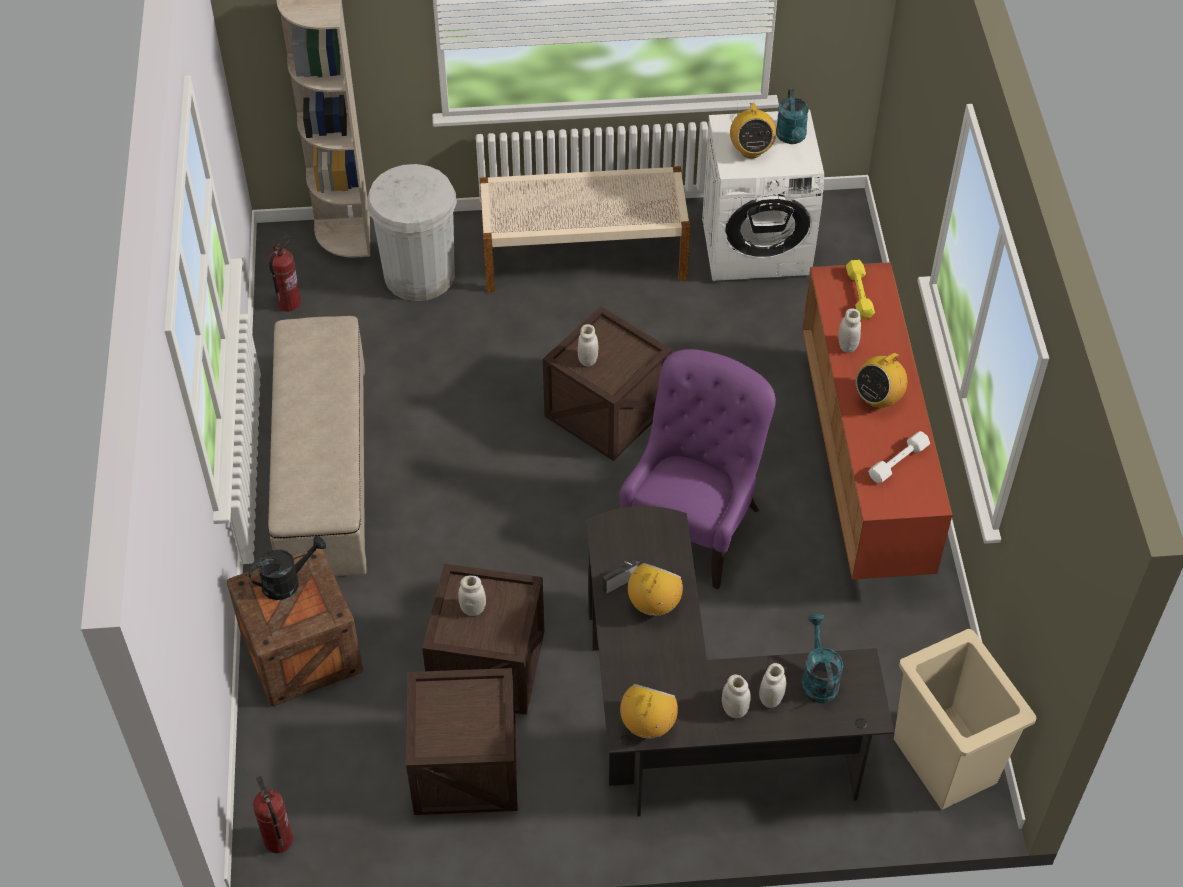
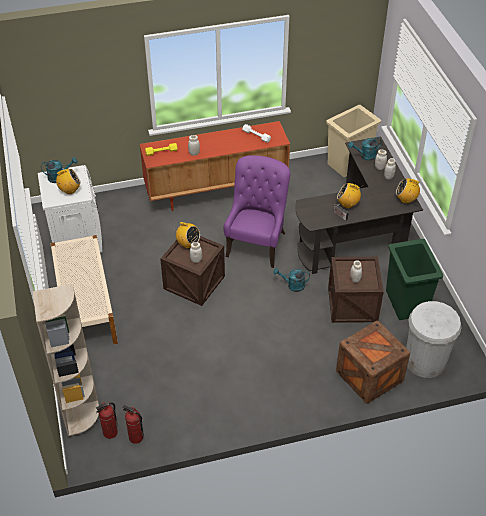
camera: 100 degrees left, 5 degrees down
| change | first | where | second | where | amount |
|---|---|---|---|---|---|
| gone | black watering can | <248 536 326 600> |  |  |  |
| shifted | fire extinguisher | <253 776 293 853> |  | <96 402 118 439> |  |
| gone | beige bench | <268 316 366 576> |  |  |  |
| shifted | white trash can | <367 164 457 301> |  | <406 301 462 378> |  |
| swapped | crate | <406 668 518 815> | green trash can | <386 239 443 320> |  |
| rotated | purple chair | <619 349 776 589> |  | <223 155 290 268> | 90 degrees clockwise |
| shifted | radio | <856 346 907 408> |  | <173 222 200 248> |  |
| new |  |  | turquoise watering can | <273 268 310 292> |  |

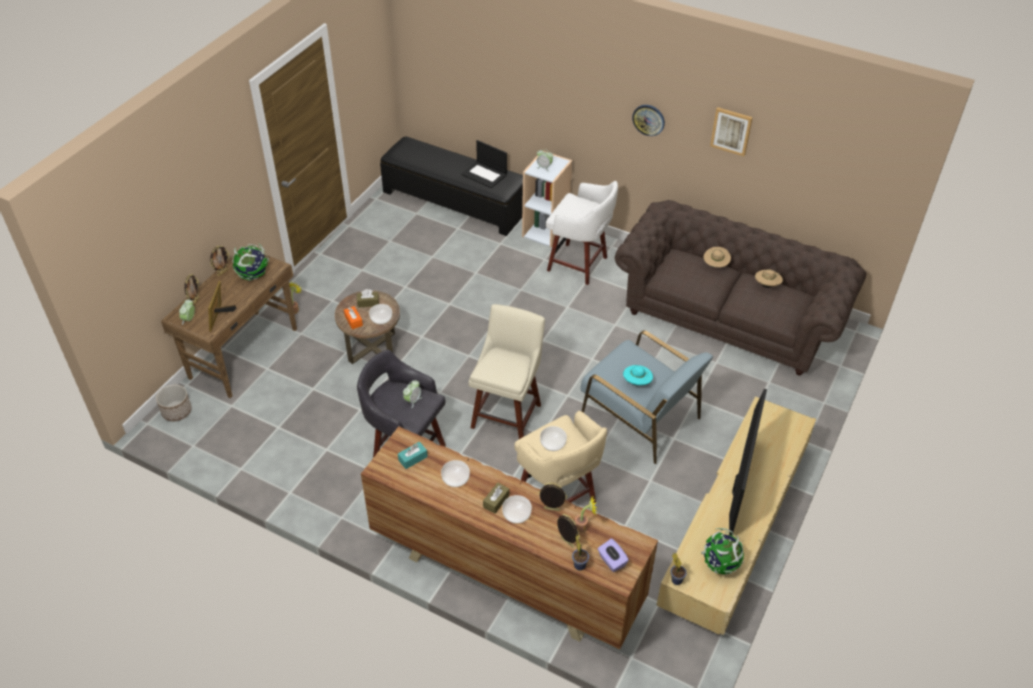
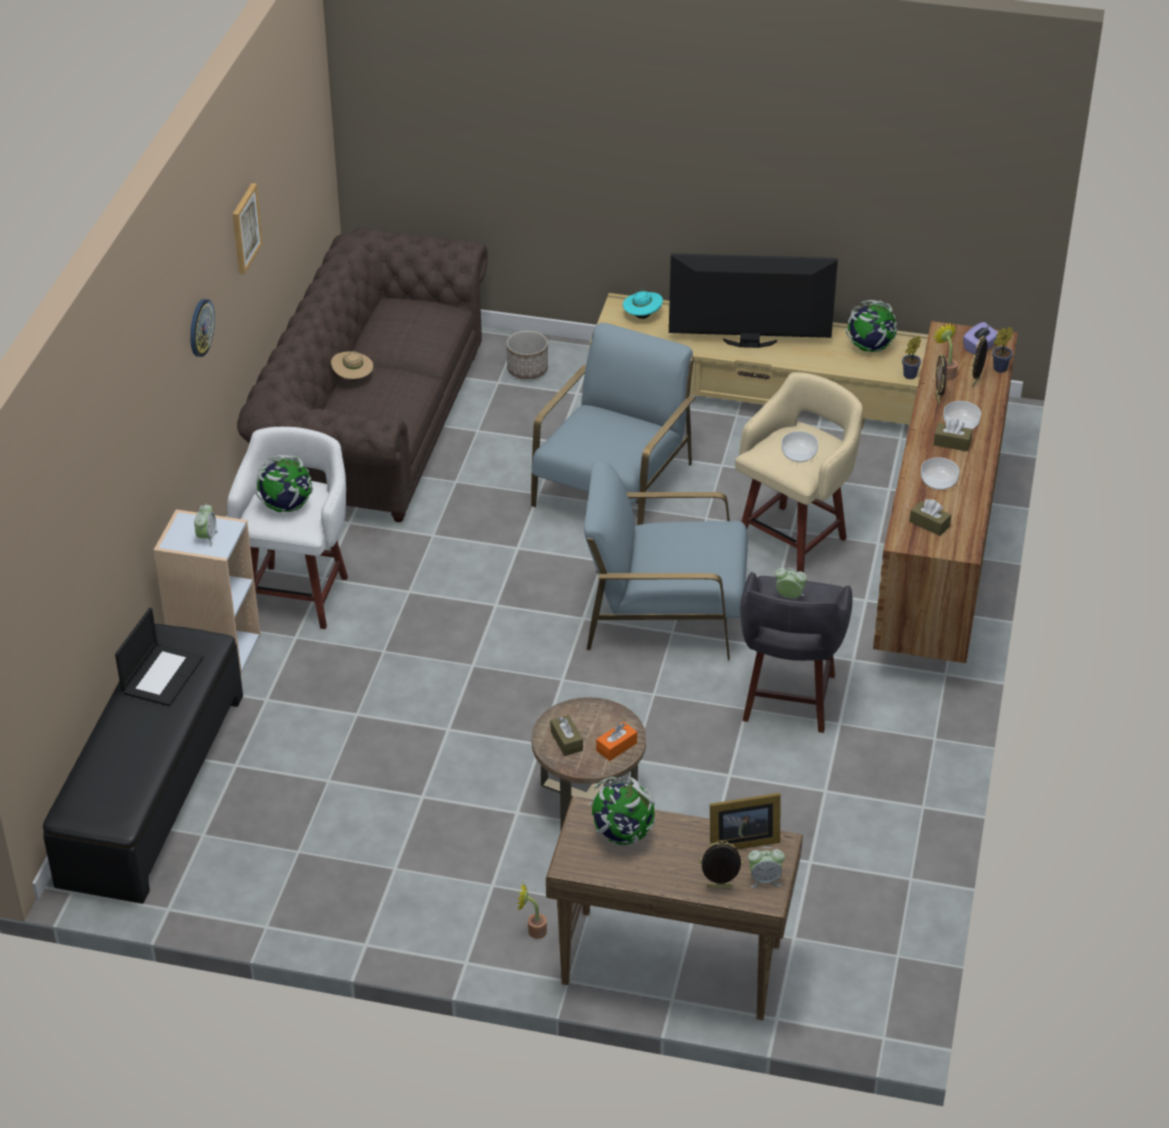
camera: 105 degrees left, 5 degrees down
| change | first | where | second | where | amount |
|---|---|---|---|---|---|
| shifted | planter | <156 384 192 421> |  | <506 331 548 379> |  |
| gone | picture frame | <210 245 229 276> |  |  |  |
| gone | bowl | <369 304 392 324> |  |  |  |
| repainted | turquoise tissue box | <398 442 428 469> | brown tissue box | <909 499 951 536> |  |
| swapped | beige stool | <469 304 545 439> | blue armchair | <584 460 748 660> |  |
| shifted | turquoise hat | <623 365 653 385> |  | <623 287 663 319> |  |
| gone | beige hat | <755 269 783 288> |  |  |  |
| new |  |  | globe | <254 454 313 512> |  |

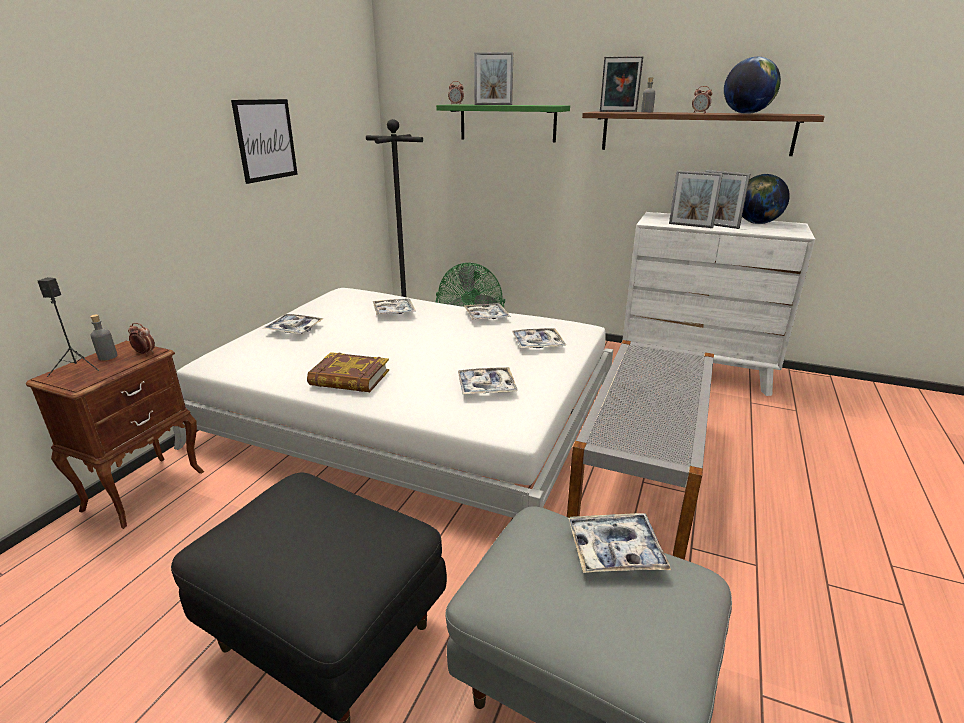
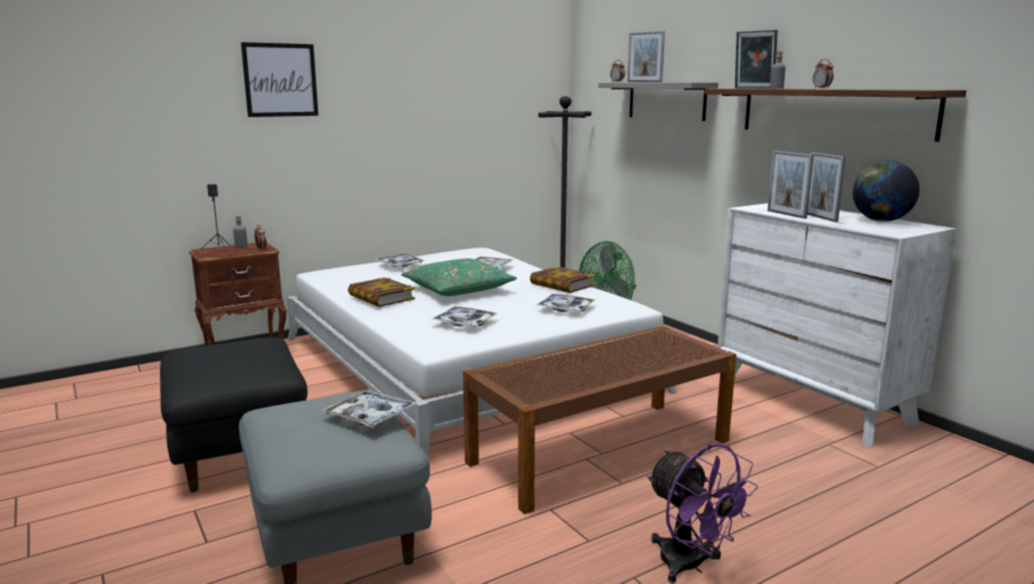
camera: 35 degrees right, 10 degrees down
| change | first | where | second | where | amount |
|---|---|---|---|---|---|
| shifted | picture | <231 99 298 184> |  | <241 42 318 117> |  |
| repainted | green shelf | <436 104 570 142> | grey shelf | <598 82 718 121> |  |
| swapped | tray | <464 303 511 320> | book | <530 266 596 293> |  |
| repainted | grey bench | <567 340 714 560> | brown bench | <463 326 736 514> |  |
| gone | globe | <724 57 781 114> |  |  |  |
| new |  |  | green pillow | <401 258 517 296> |  |
| new |  |  | purple fan | <647 444 758 583> |  |

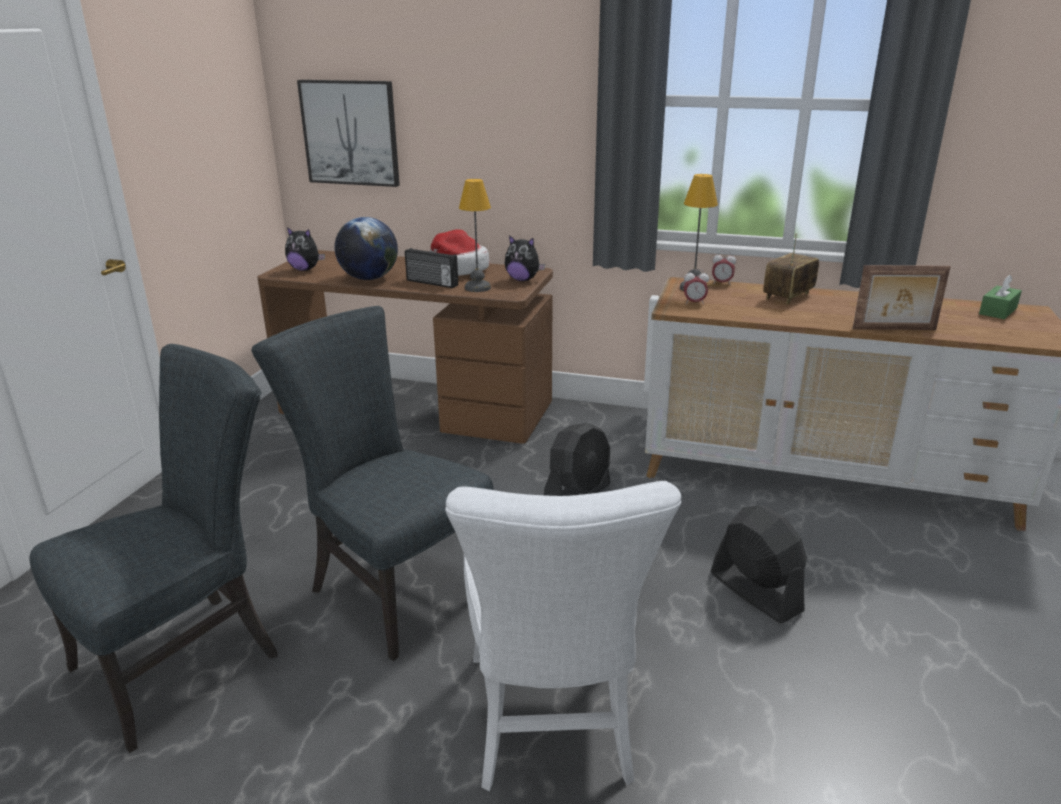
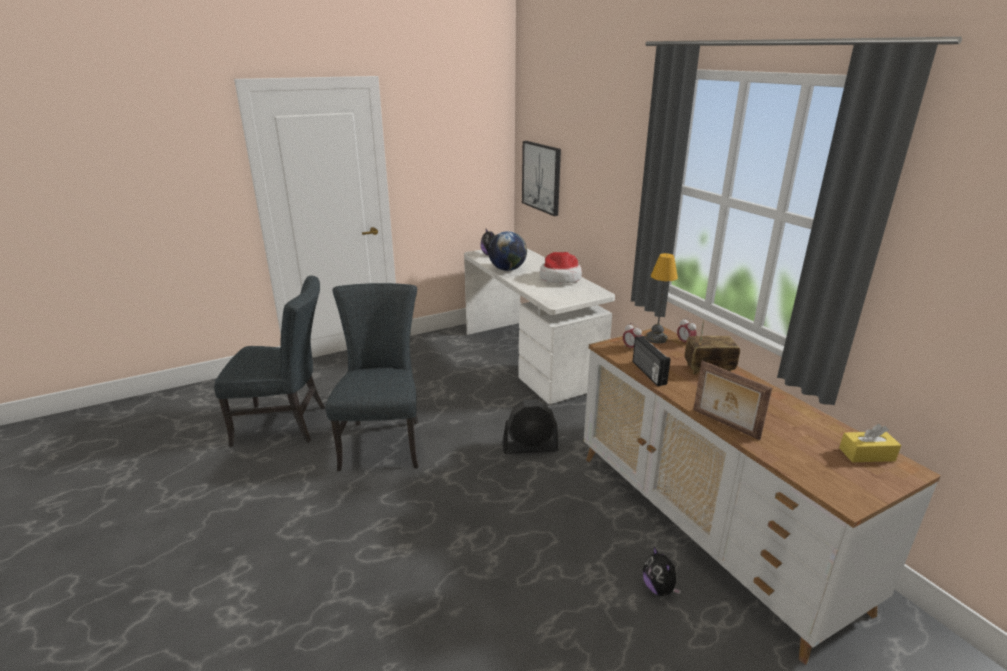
camera: 45 degrees right, 0 degrees up
| change | first | where | second | where | amount |
|---|---|---|---|---|---|
| repainted | brown desk | <257 250 553 444> | white desk | <464 248 615 404> |  |
| shifted | radio | <405 248 458 288> |  | <633 336 670 386> |  |
| gone | white chair | <445 481 682 791> |  |  |  |
| gone | table lamp | <459 179 491 292> |  |  |  |
| shifted | plush toy | <505 235 545 281> |  | <643 547 681 596> |  |
| gone | black fan | <711 506 807 623> |  |  |  |
| repainted | green tissue box | <979 275 1022 319> | yellow tissue box | <839 424 901 462> |  |

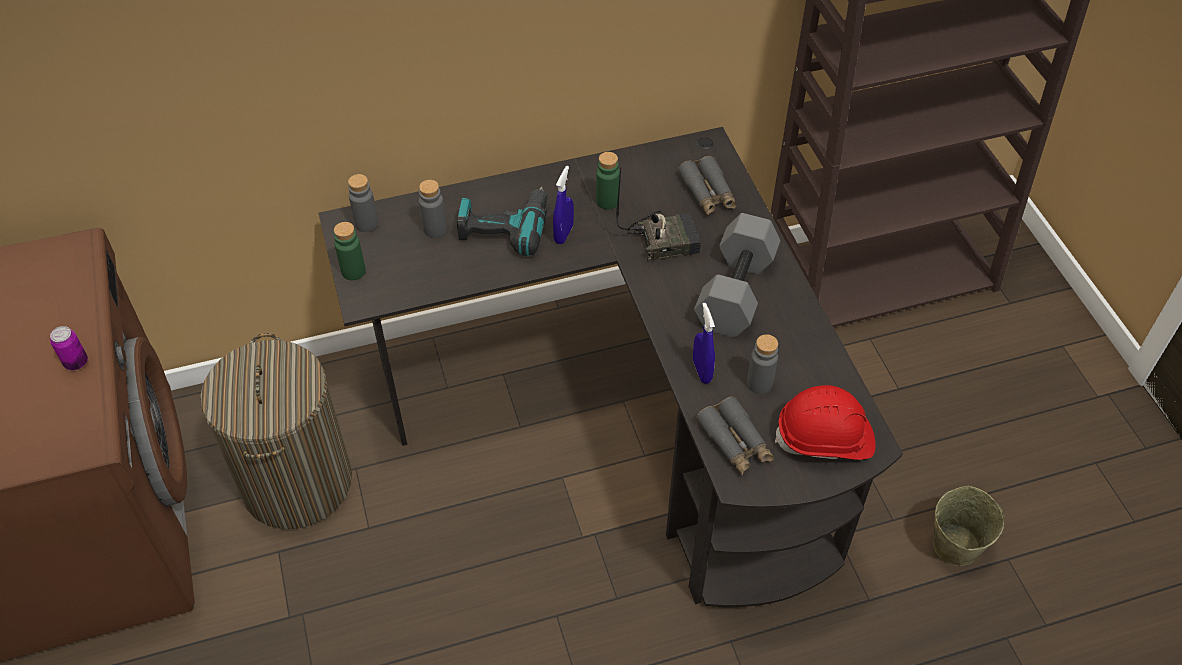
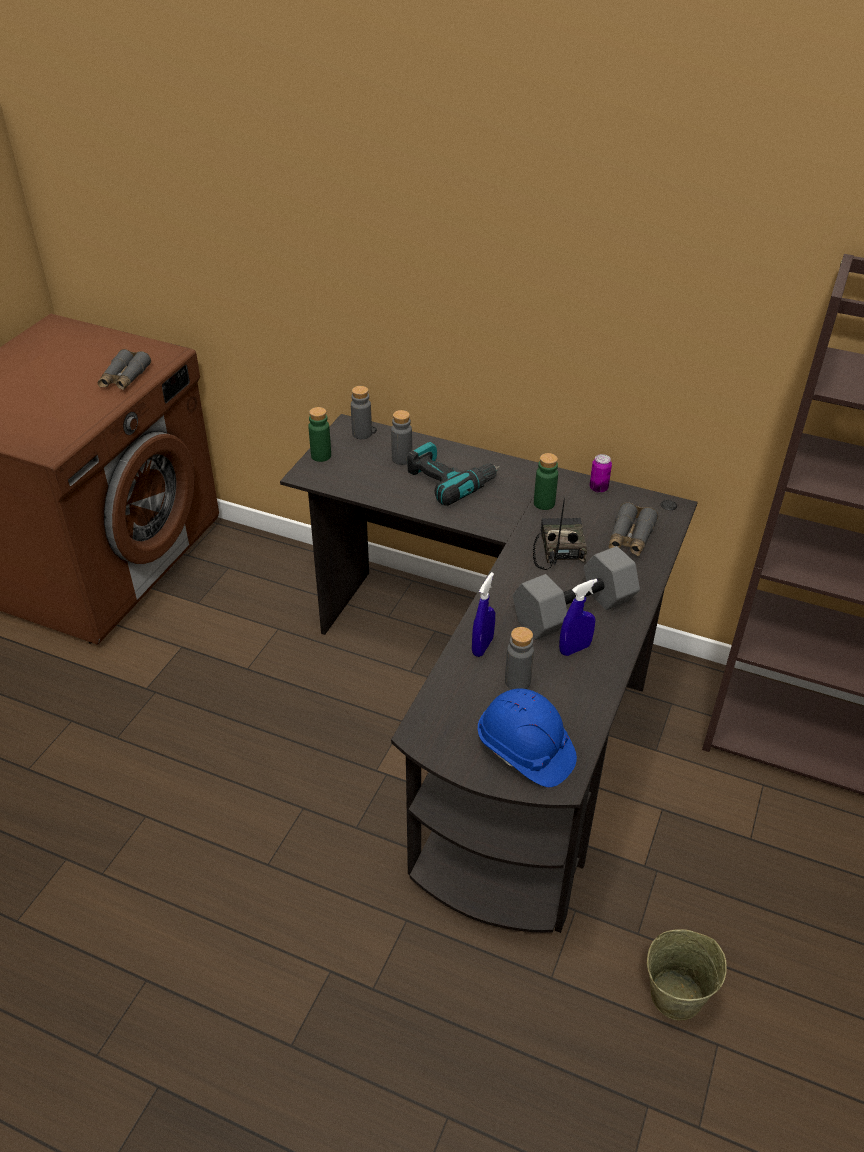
camera: 40 degrees right, 10 degrees down
| change | first | where | second | where | amount |
|---|---|---|---|---|---|
| shifted | can | <50 326 88 370> |  | <589 454 612 493> |  |
| gone | laundry basket | <200 333 352 529> |  |  |  |
| shifted | blue spray bottle | <553 166 574 244> |  | <559 579 598 656> |  |
| rotated | radio | <616 167 701 261> |  | <533 498 587 570> | 120 degrees counterclockwise |
| shifted | grey binoculars | <696 396 774 475> |  | <98 349 151 390> |  |
| repainted | red hard hat | <775 385 875 460> | blue hard hat | <478 688 577 787> |  |

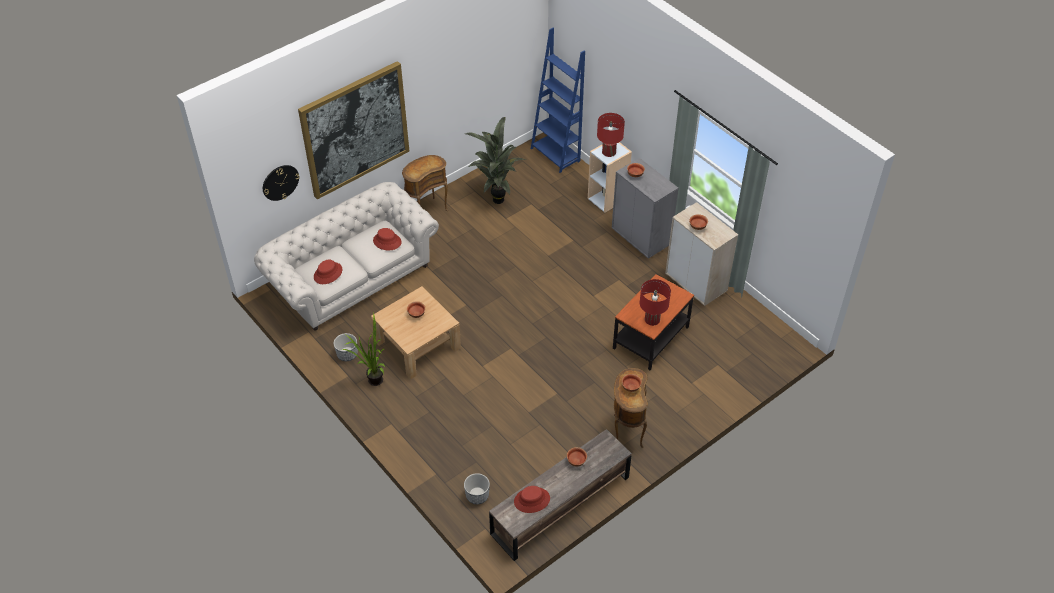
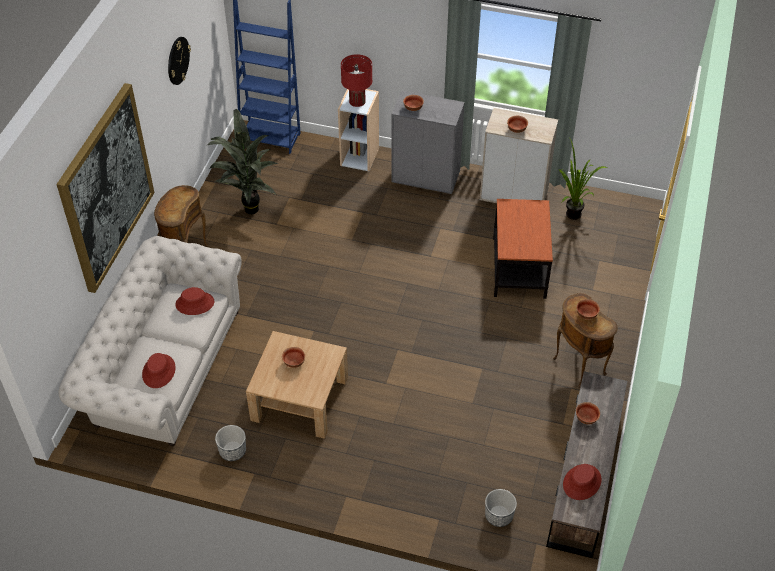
camera: 35 degrees left, 0 degrees up
| change | first | where | second | where | amount |
|---|---|---|---|---|---|
| shifted | wall clock | <263 165 300 201> |  | <168 37 191 85> |  |
| shifted | potted plant | <342 313 385 386> |  | <559 139 608 220> |  |
| gone | red table lamp | <640 279 671 326> |  |  |  |

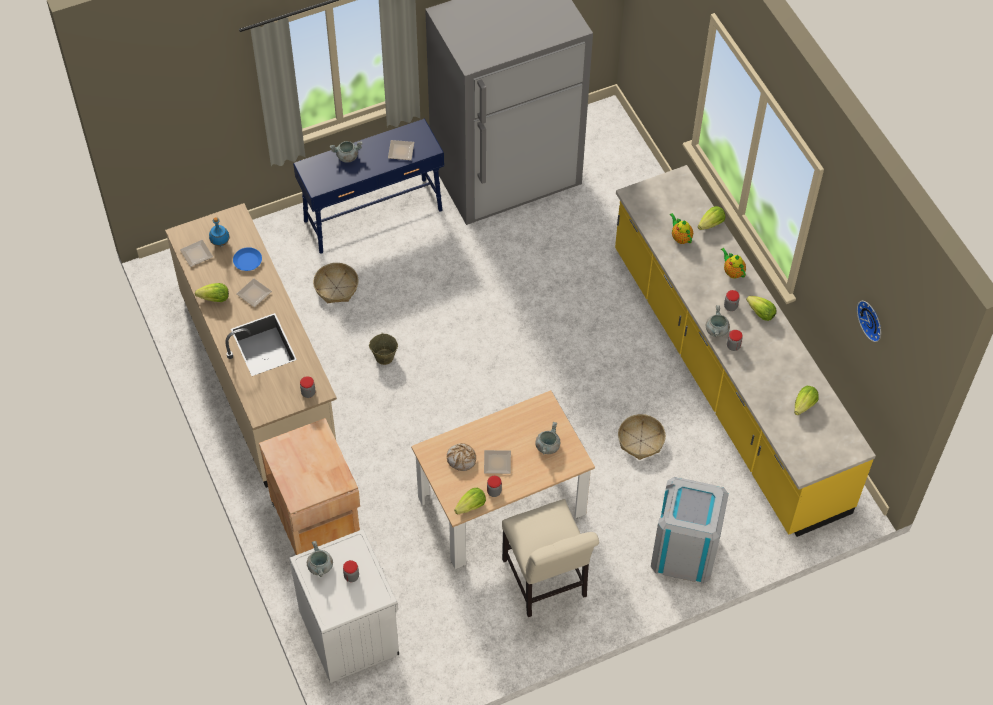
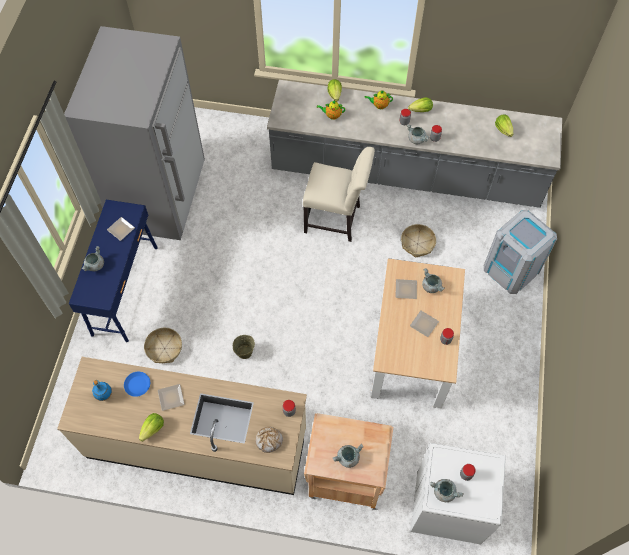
camera: 55 degrees left, 5 degrees up
| change | first | where | second | where | amount |
|---|---|---|---|---|---|
| shifted | plate | <180 240 213 267> |  | <395 279 417 299> |  |
| shifted | bread | <447 443 476 471> |  | <255 427 283 453> |  |
| gone | lettuce | <454 488 486 515> |  |  |  |
| shifted | beige chair | <502 499 599 617> |  | <303 147 375 242> |  |
| repainted | yellow counter | <615 165 876 537> | grey counter | <267 80 562 208> |  |
| gone | wall clock | <857 301 881 342> |  |  |  |
| new |  |  | grey cooking pot | <333 444 363 468> |  |

